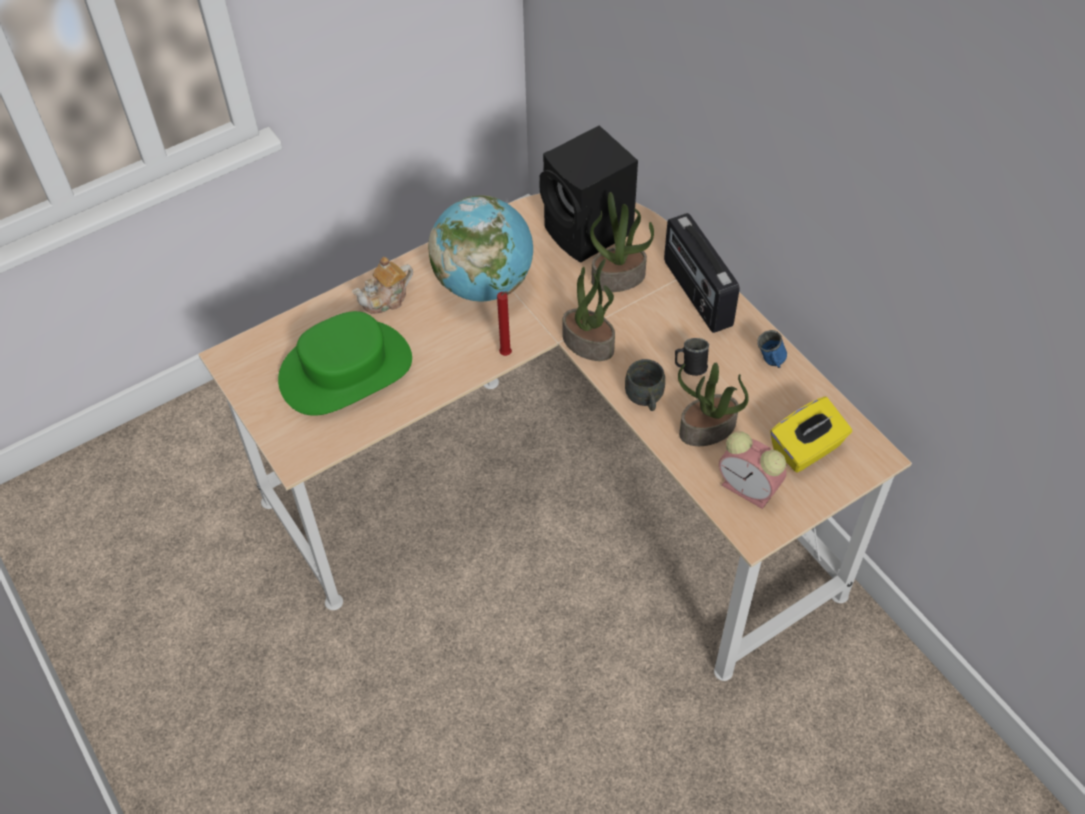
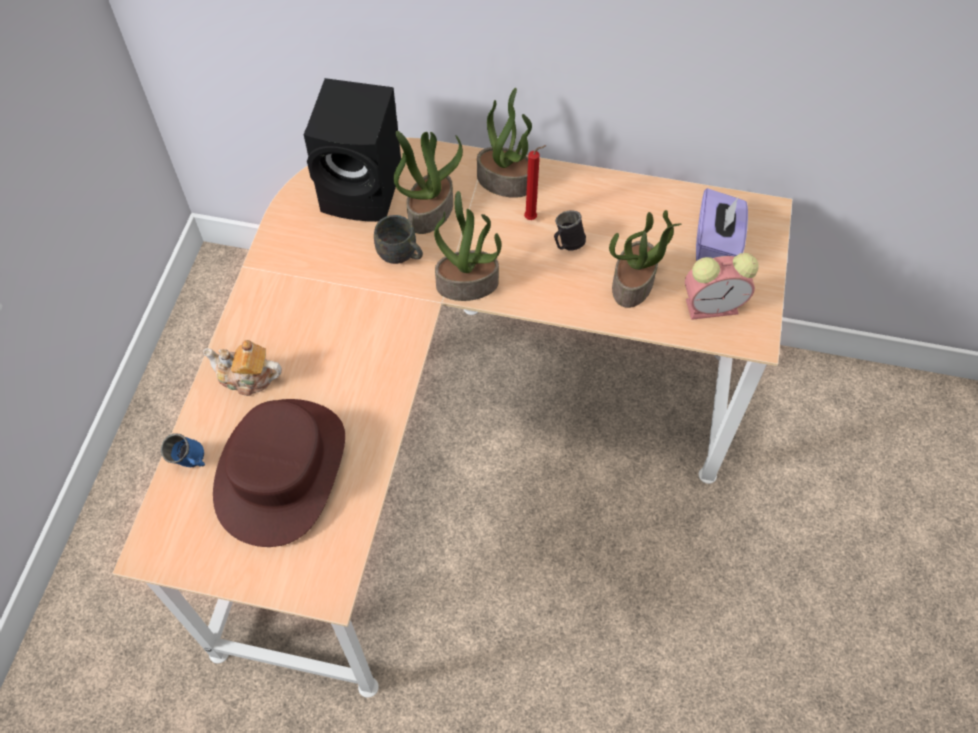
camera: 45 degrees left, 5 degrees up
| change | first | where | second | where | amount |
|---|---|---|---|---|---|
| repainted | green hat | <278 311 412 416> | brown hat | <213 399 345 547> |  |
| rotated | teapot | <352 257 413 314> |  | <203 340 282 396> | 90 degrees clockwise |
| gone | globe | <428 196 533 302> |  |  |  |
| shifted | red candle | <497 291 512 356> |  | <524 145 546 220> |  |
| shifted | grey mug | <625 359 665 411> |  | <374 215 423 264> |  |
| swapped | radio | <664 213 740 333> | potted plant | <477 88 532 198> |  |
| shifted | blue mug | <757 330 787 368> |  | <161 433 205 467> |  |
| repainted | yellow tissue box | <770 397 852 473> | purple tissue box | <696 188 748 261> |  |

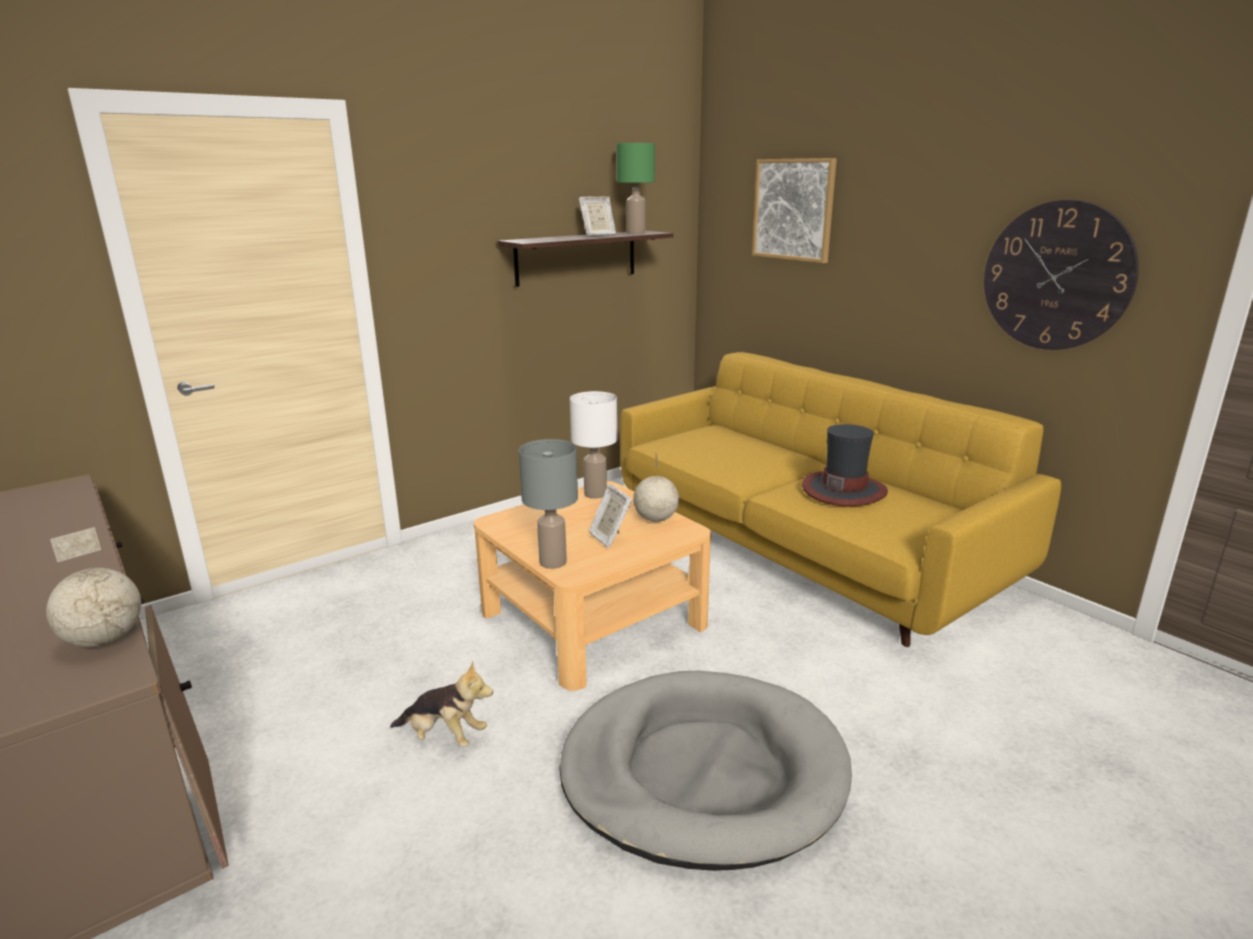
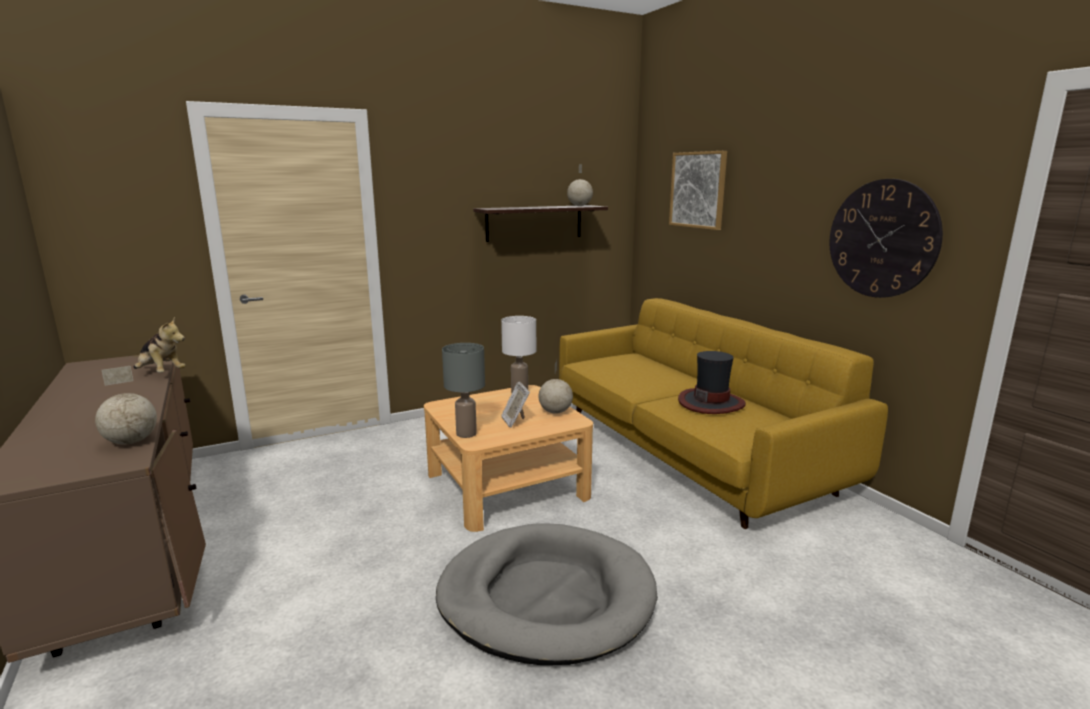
camera: 10 degrees right, 5 degrees down
| change | first | where | second | where | amount |
|---|---|---|---|---|---|
| shifted | plush toy | <390 661 493 747> |  | <133 317 186 373> |  |
| gone | picture frame | <579 196 616 237> |  |  |  |
| swapped | green table lamp | <616 143 655 234> | globe | <567 164 593 206> |  |

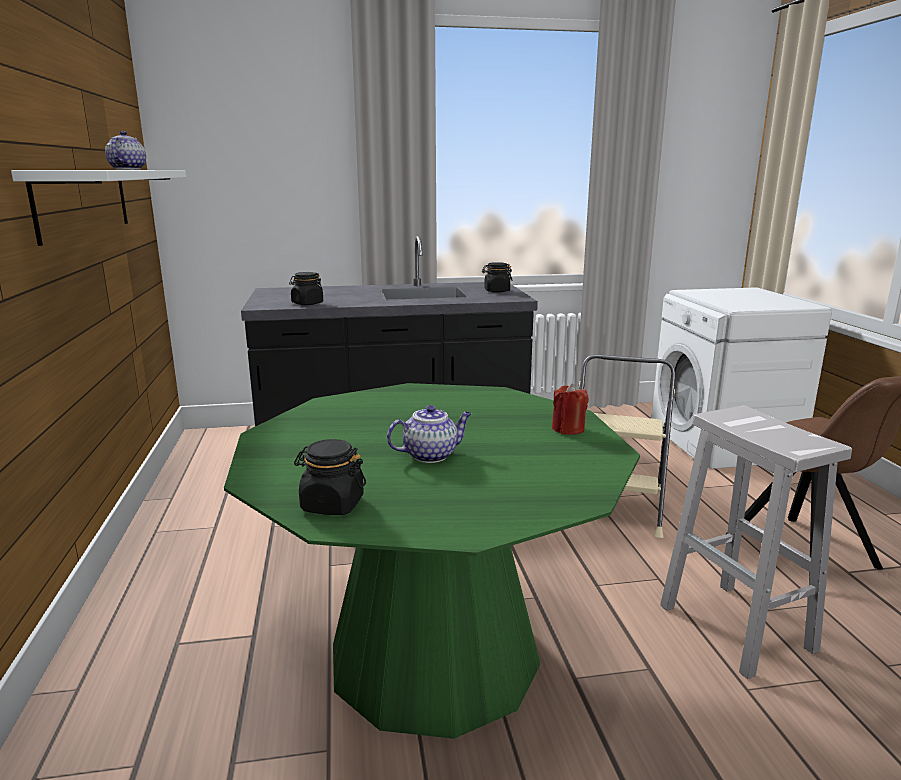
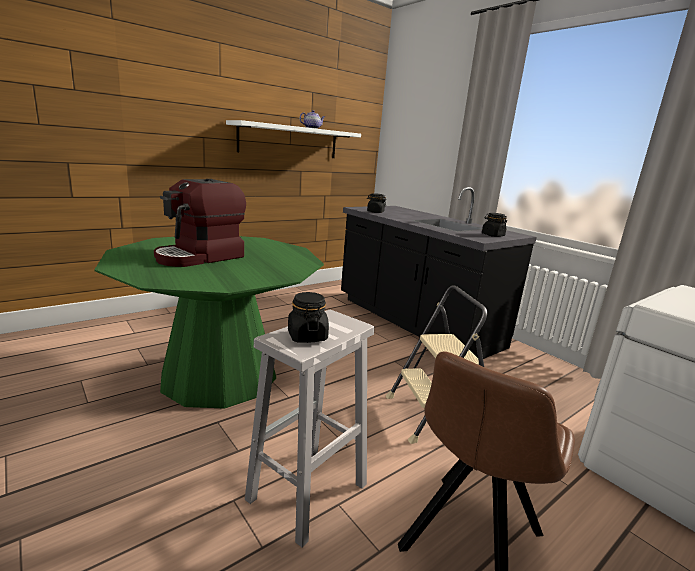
camera: 60 degrees right, 0 degrees up
| change | first | where | second | where | amount |
|---|---|---|---|---|---|
| shifted | black jar | <294 439 366 515> |  | <288 292 329 343> |  |
| swapped | teapot | <387 405 472 463> | coffee machine | <154 179 246 267> |  |
| gone | red candle | <552 384 588 435> |  |  |  |

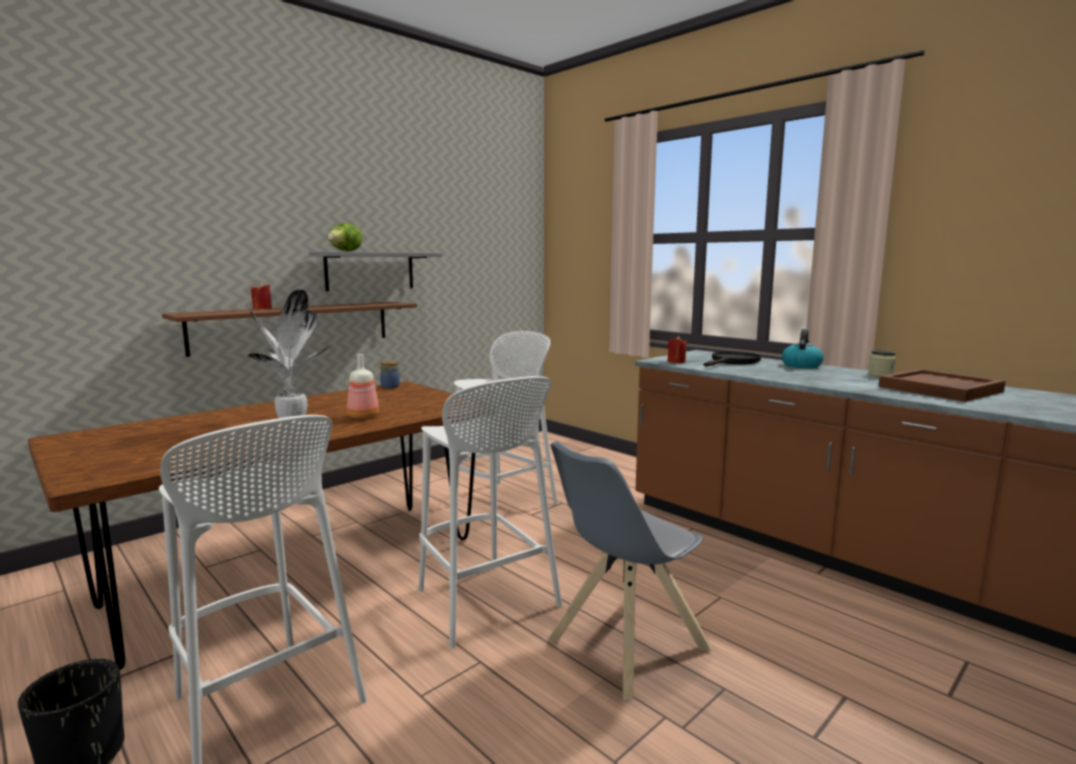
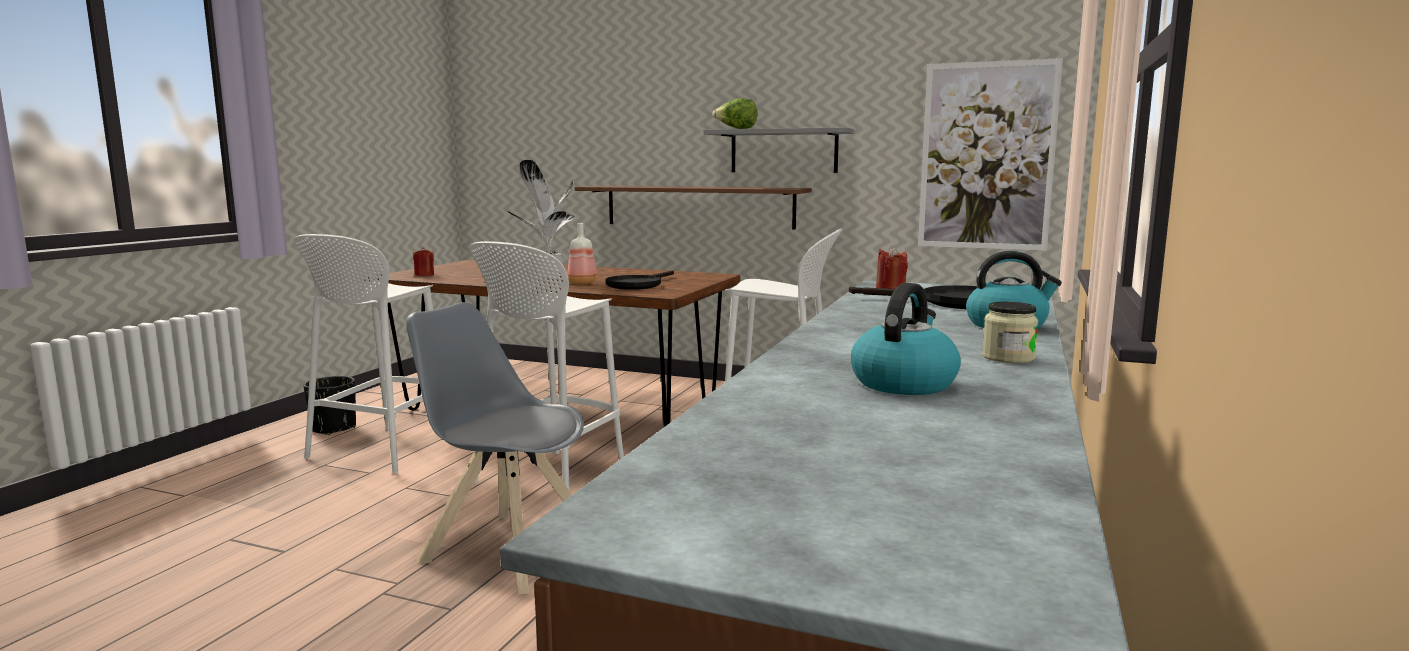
camera: 65 degrees right, 0 degrees up
| change | first | where | second | where | amount |
|---|---|---|---|---|---|
| shifted | red candle | <251 283 272 309> |  | <413 247 434 276> |  |
| gone | jar | <380 361 400 389> |  |  |  |
| swapped | brown tray | <878 369 1006 402> | kettle | <851 283 961 395> |  |
| new |  |  | black frying pan | <605 270 674 290> |  |
| new |  |  | picture | <918 58 1063 251> |  |

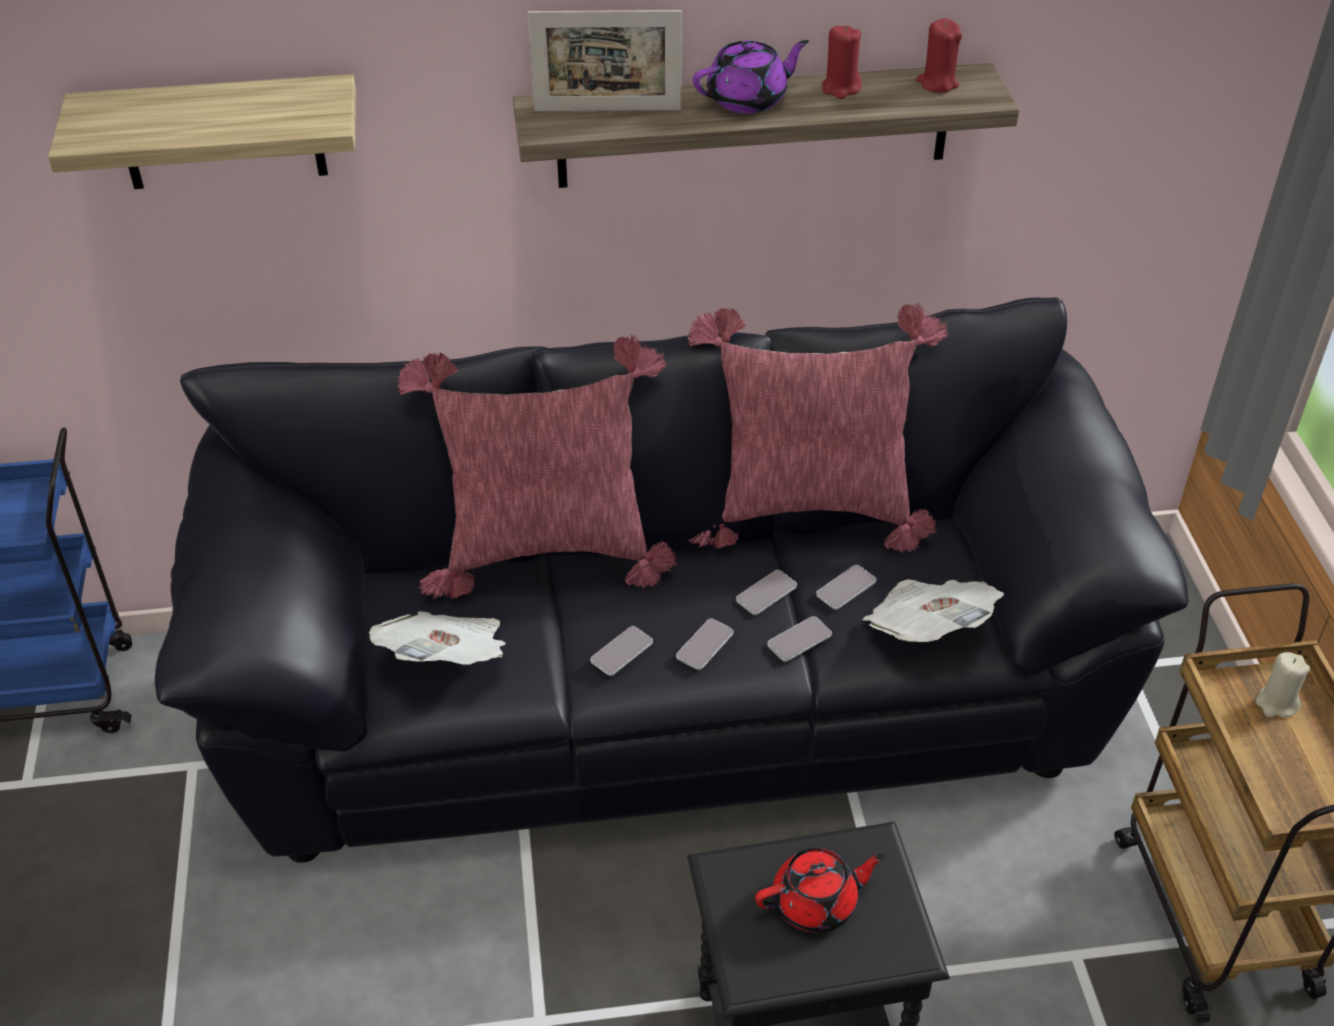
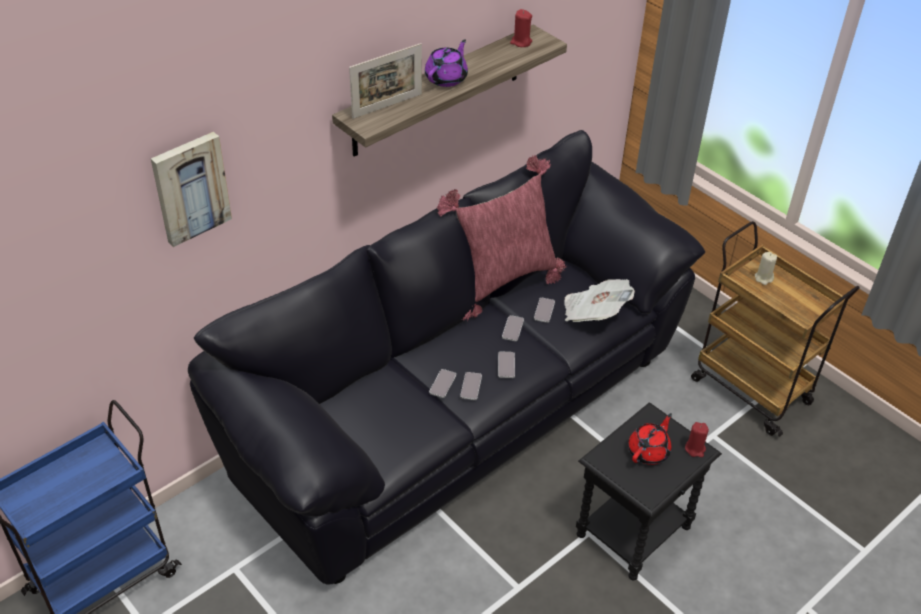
camera: 35 degrees left, 0 degrees up
| change | first | where | second | where | amount |
|---|---|---|---|---|---|
| swapped | shelf | <48 74 356 189> | picture | <151 132 232 247> |  |
| gone | newspaper | <369 611 506 665> |  |  |  |
| gone | red pillow | <397 335 677 599> |  |  |  |
| shifted | phone | <767 616 832 662> |  | <429 369 456 398> |  |
| shifted | red candle | <822 25 862 99> |  | <685 422 709 457> |  |

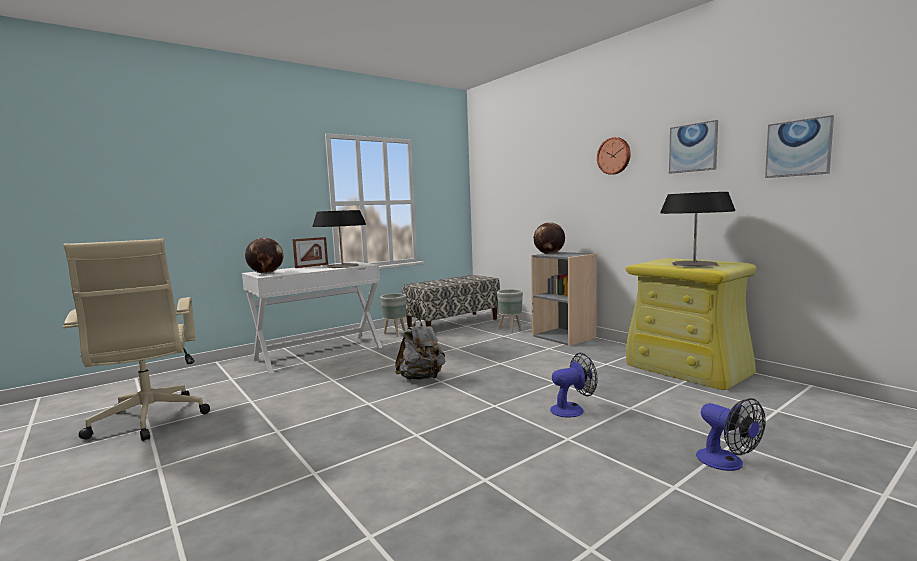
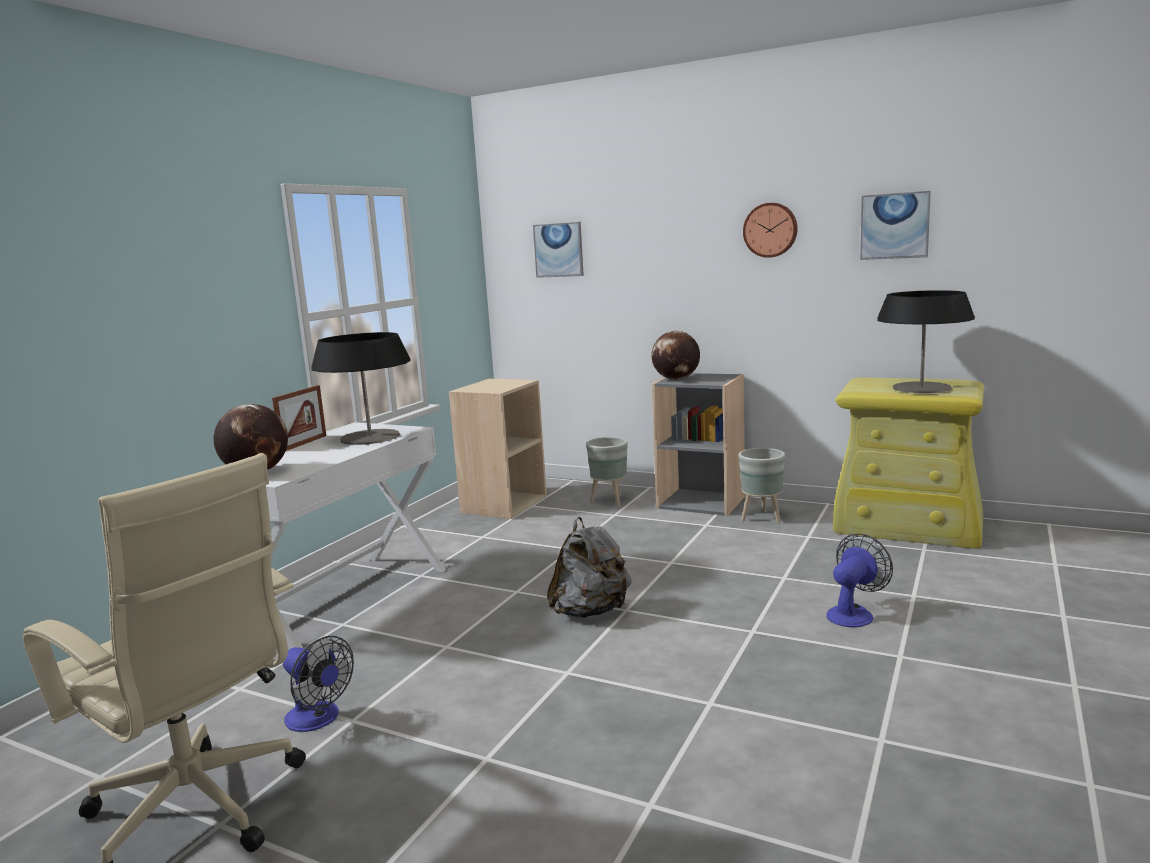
camera: 25 degrees left, 5 degrees up
| change | first | where | second | where | amount |
|---|---|---|---|---|---|
| shifted | grey planter | <380 294 406 337> |  | <739 448 785 524> |  |
| swapped | bench | <402 275 500 327> | beige bookcase | <449 379 547 519> |  |
| shifted | fan | <696 398 766 471> |  | <283 636 354 732> |  |
| shifted | picture | <765 115 834 178> |  | <533 222 584 278> |  |

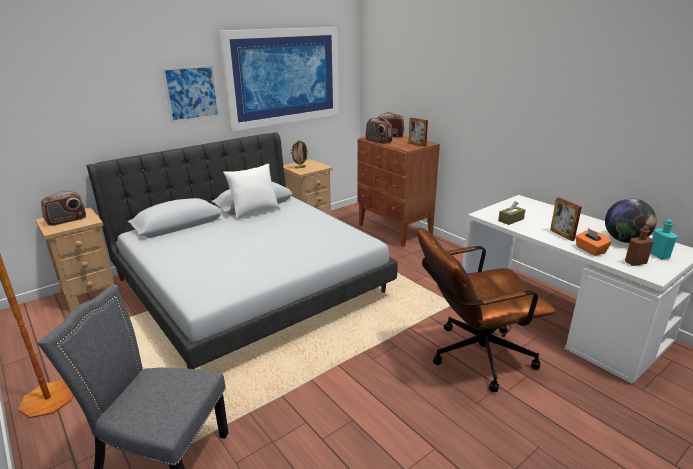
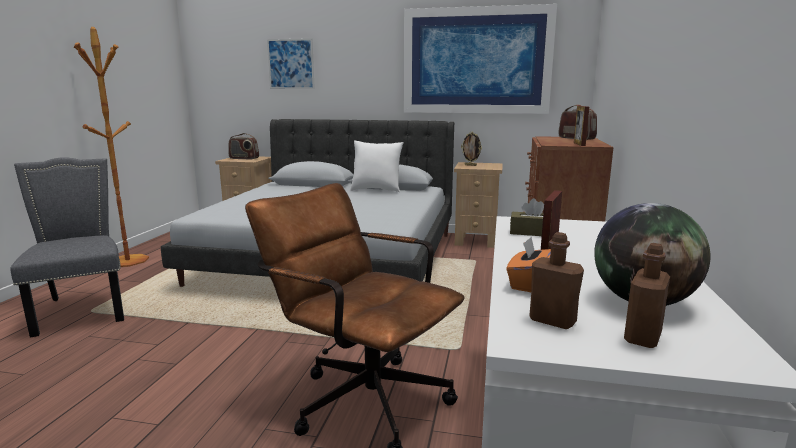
camera: 50 degrees right, 10 degrees down
| change | first | where | second | where | amount |
|---|---|---|---|---|---|
| shifted | picture | <163 65 220 123> |  | <267 38 315 89> |  |
| gone | radio | <366 117 392 144> |  |  |  |
| repainted | turquoise bottle | <650 219 678 260> | brown bottle | <624 243 670 348> |  |

